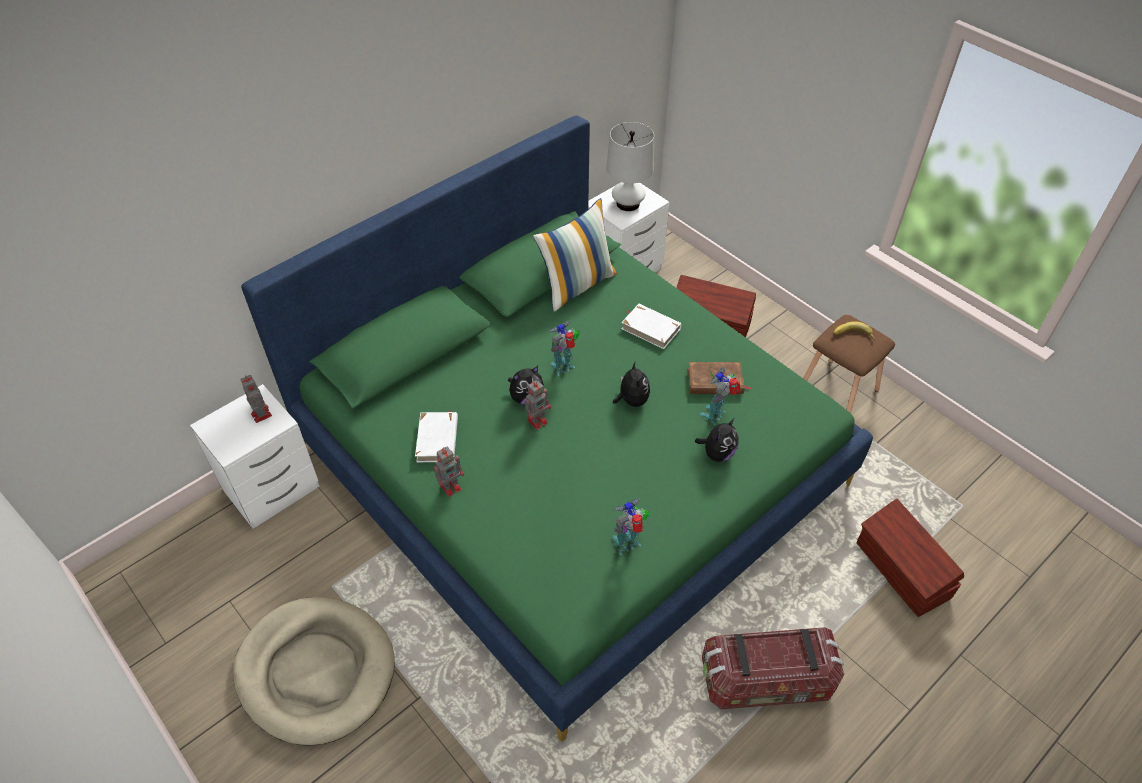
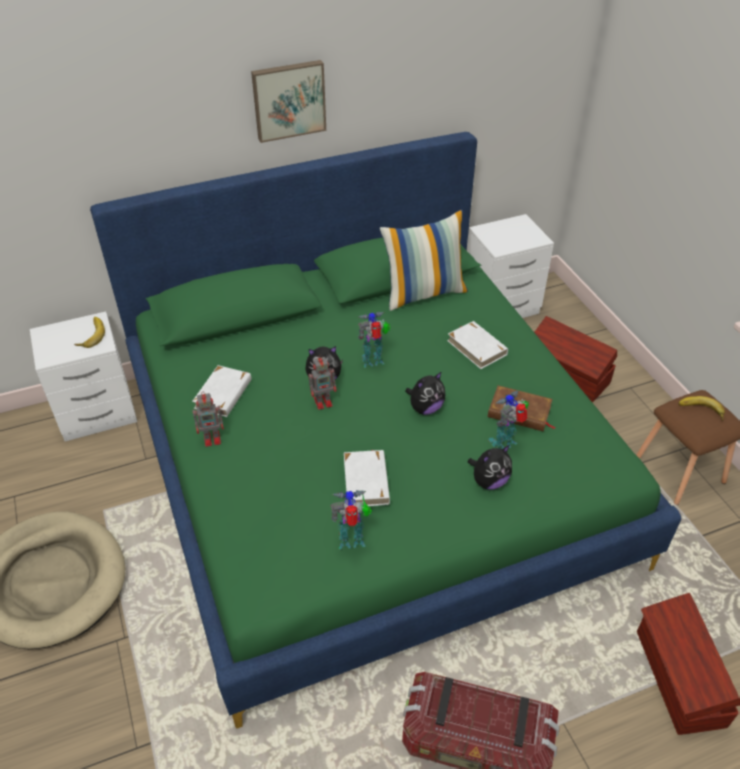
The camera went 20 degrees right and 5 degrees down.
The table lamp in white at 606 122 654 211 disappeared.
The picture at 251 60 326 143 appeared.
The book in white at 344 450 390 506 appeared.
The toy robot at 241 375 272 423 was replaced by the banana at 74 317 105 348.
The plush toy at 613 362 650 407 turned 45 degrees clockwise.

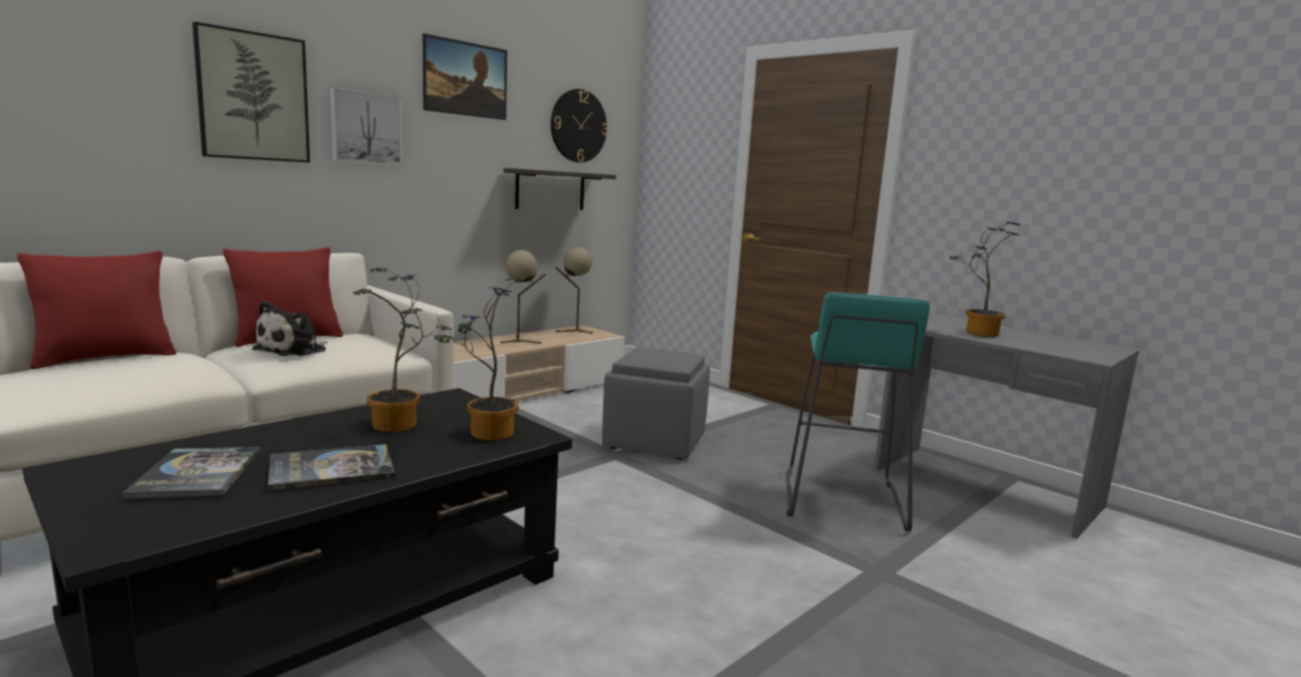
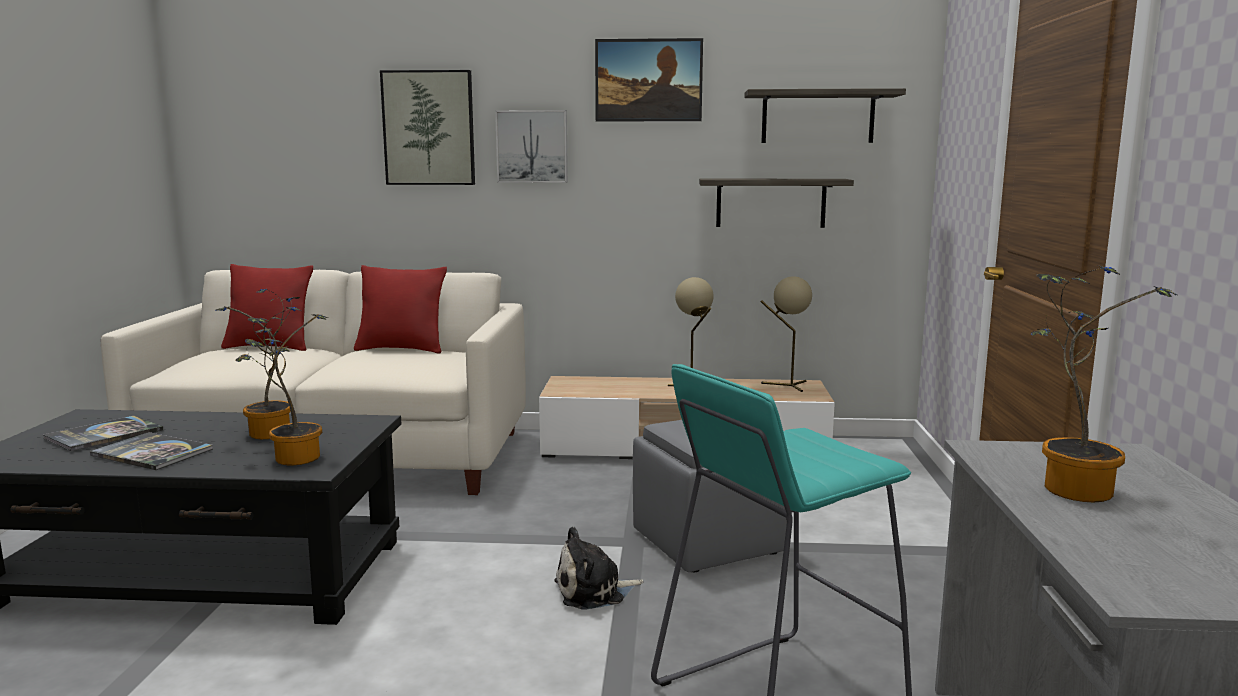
The camera went 50 degrees right and 0 degrees up.
The plush toy moved from 252 301 328 357 to 554 527 644 610.
The wall clock at 551 89 608 162 was replaced by the shelf at 744 88 906 143.

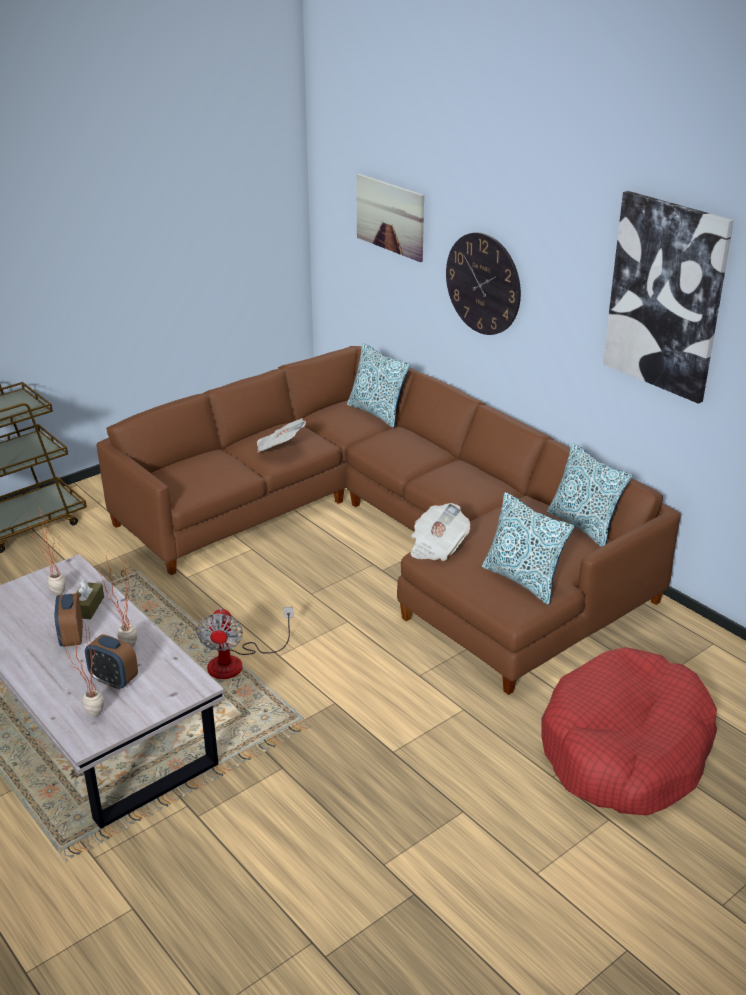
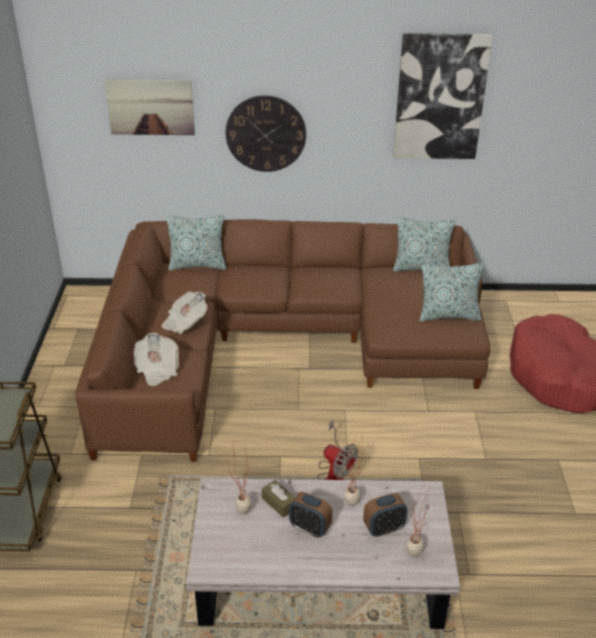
The camera went 50 degrees left and 5 degrees up.
The newspaper moved from 410 503 470 561 to 134 333 179 386.

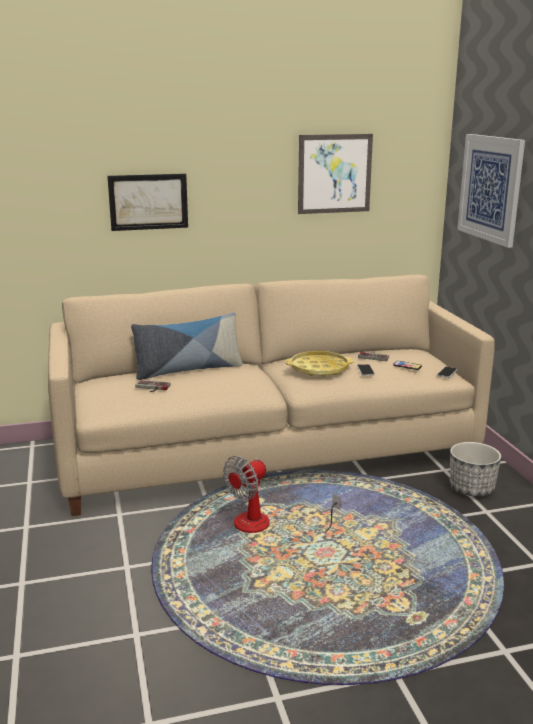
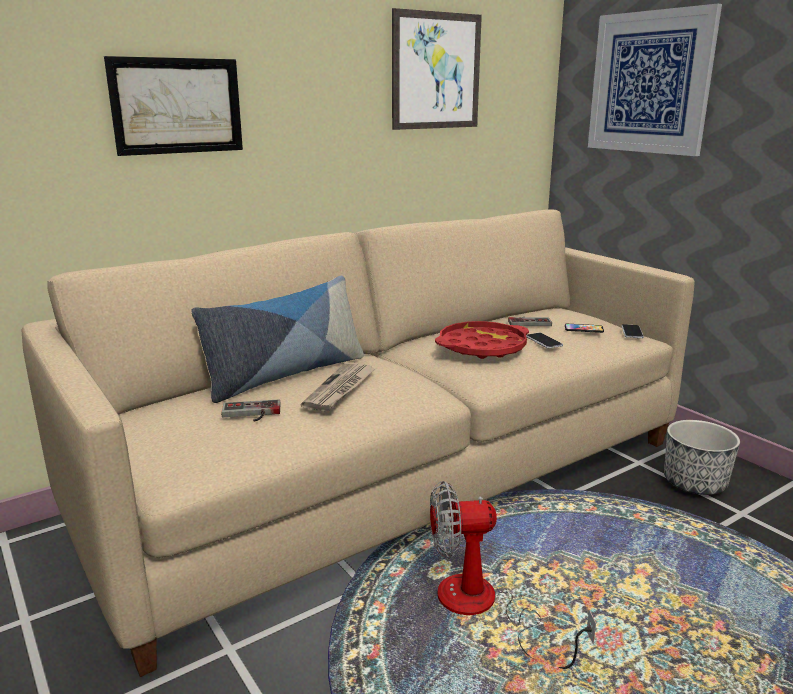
The camera went 20 degrees left and 0 degrees up.
The newspaper at 301 363 375 412 appeared.
The tray in yellow at 285 351 354 377 became the tray in red at 435 321 529 359.
The fan at 223 456 341 534 turned 60 degrees clockwise.

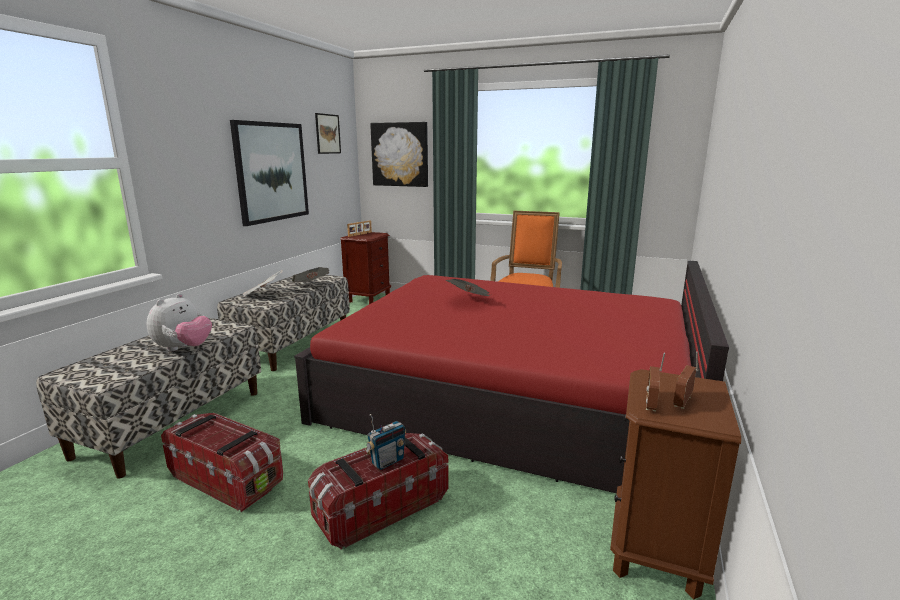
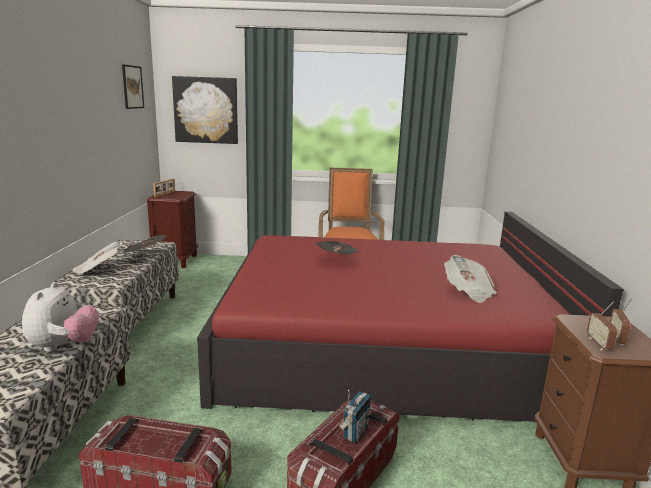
The camera went 20 degrees left and 0 degrees up.
The picture at 230 120 309 226 disappeared.
The newspaper at 444 255 497 303 appeared.

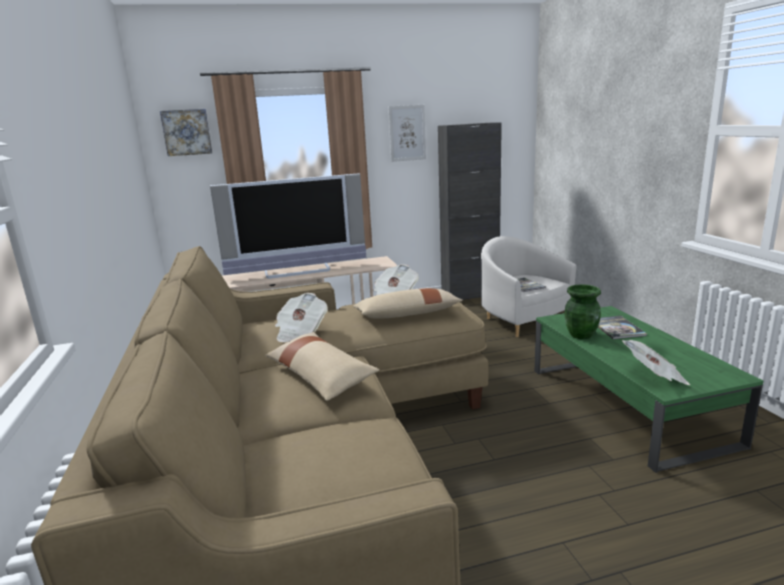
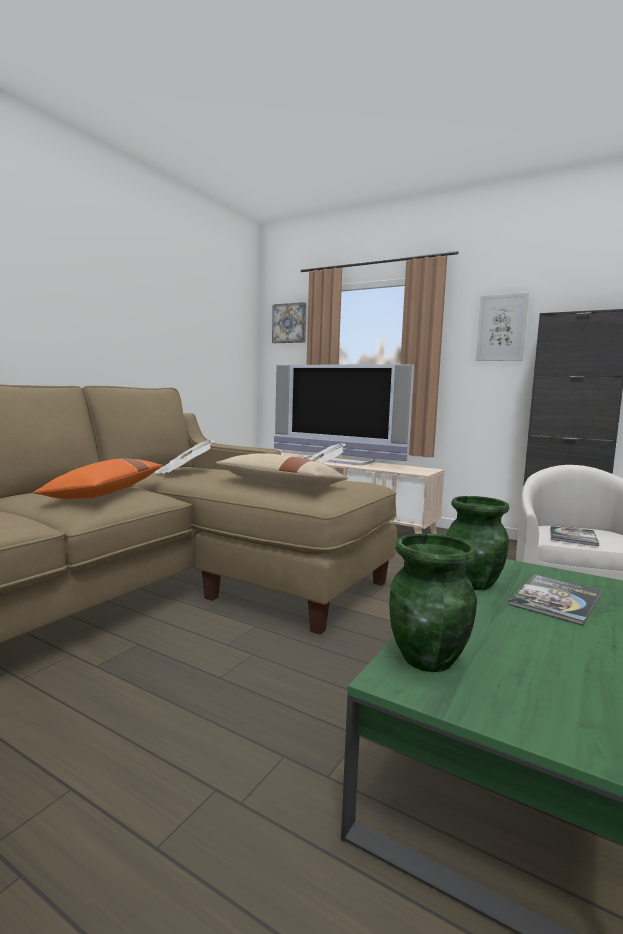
The camera went 45 degrees right and 10 degrees down.
The newspaper at 622 340 691 385 was replaced by the vase in green at 389 533 477 672.
The pillow in beige at 265 332 379 401 became the pillow in orange at 33 459 163 499.

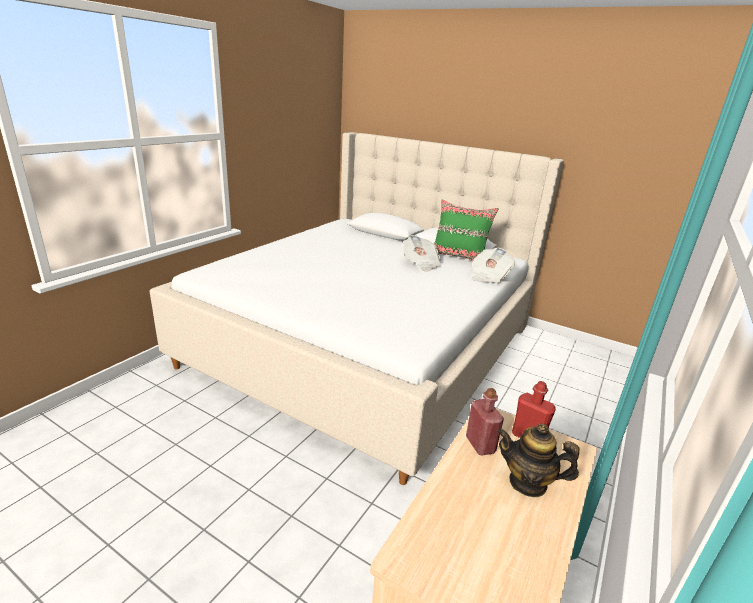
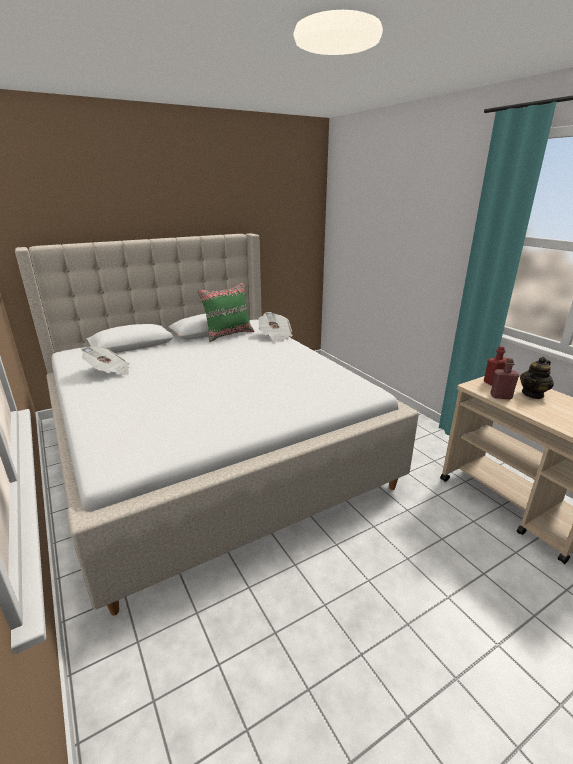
The camera went 60 degrees left and 0 degrees up.
The newspaper moved from 403 235 442 272 to 81 347 130 375.

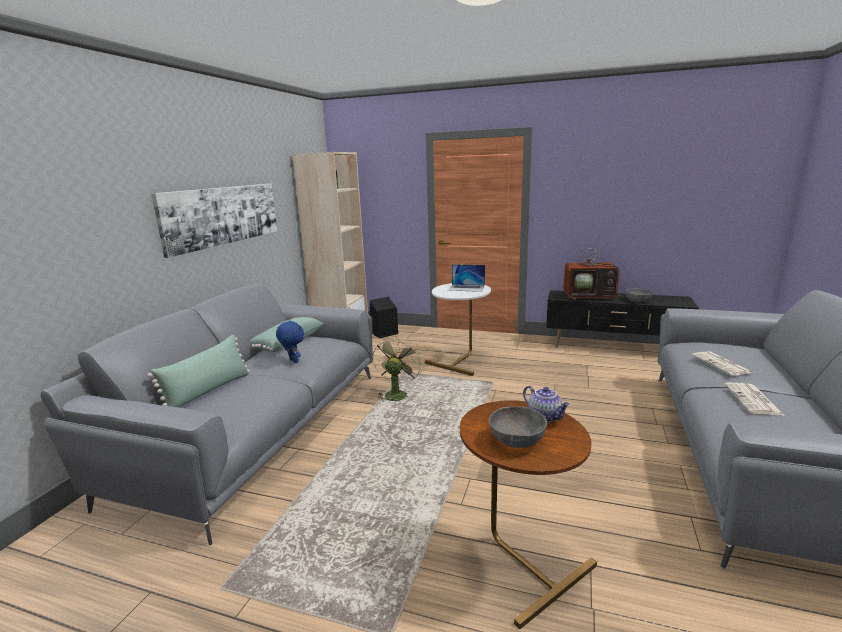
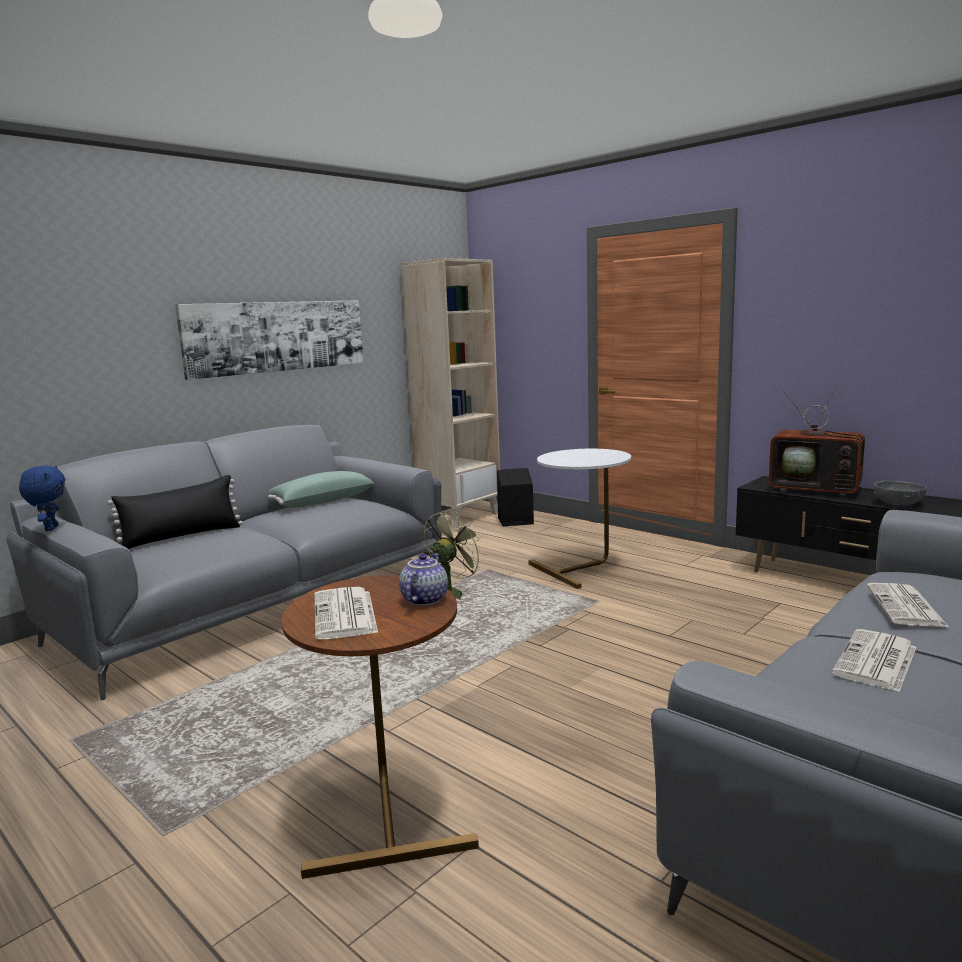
The camera went 25 degrees right and 5 degrees down.
The laptop at 448 264 485 292 disappeared.
The plush toy in blue moved from 276 321 304 363 to 19 466 66 531.
The bowl in grey at 489 407 547 448 was replaced by the newspaper at 314 587 378 639.
The pillow in green at 147 335 250 408 became the pillow in black at 107 475 243 549.
The teapot at 523 386 570 422 turned 150 degrees counterclockwise.

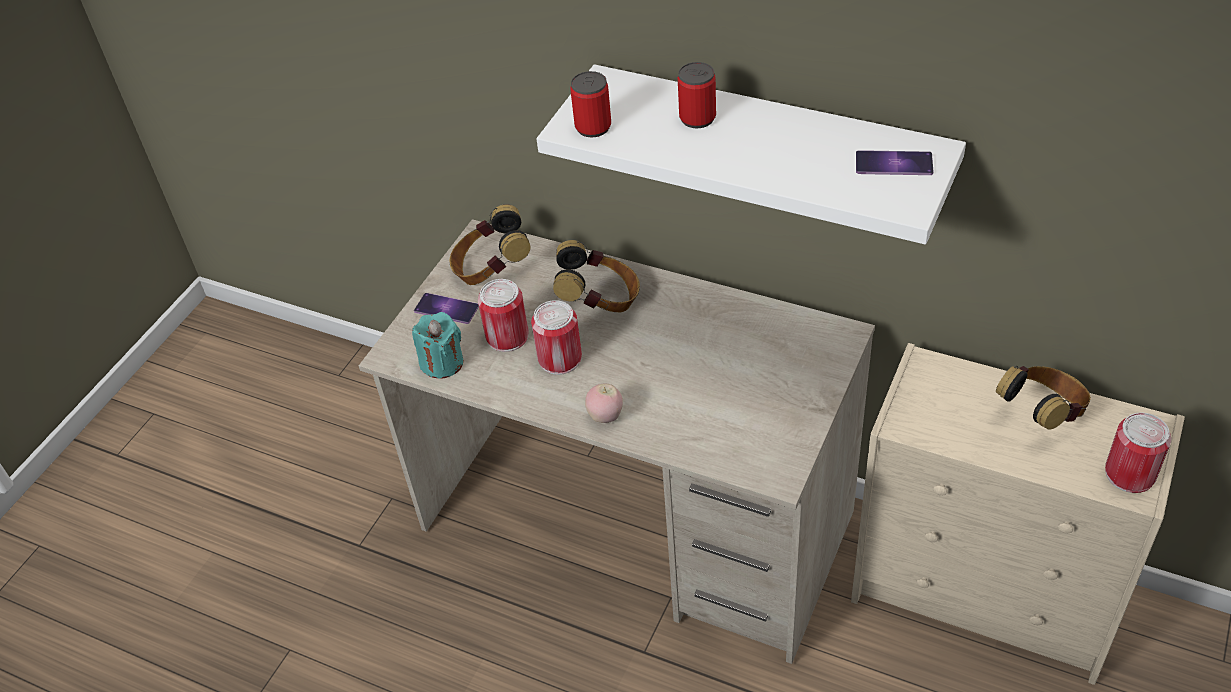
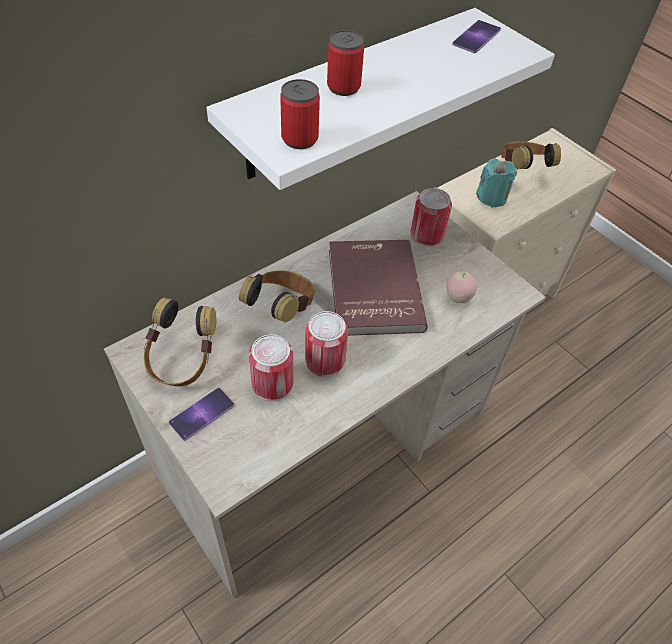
The camera went 70 degrees left and 5 degrees up.
The book in red at 329 240 428 336 appeared.
The candle in turquoise moved from 412 312 463 378 to 476 159 517 208.
The apple moved from 585 383 623 423 to 446 271 477 303.
The can moved from 1105 412 1171 493 to 411 188 452 247.

